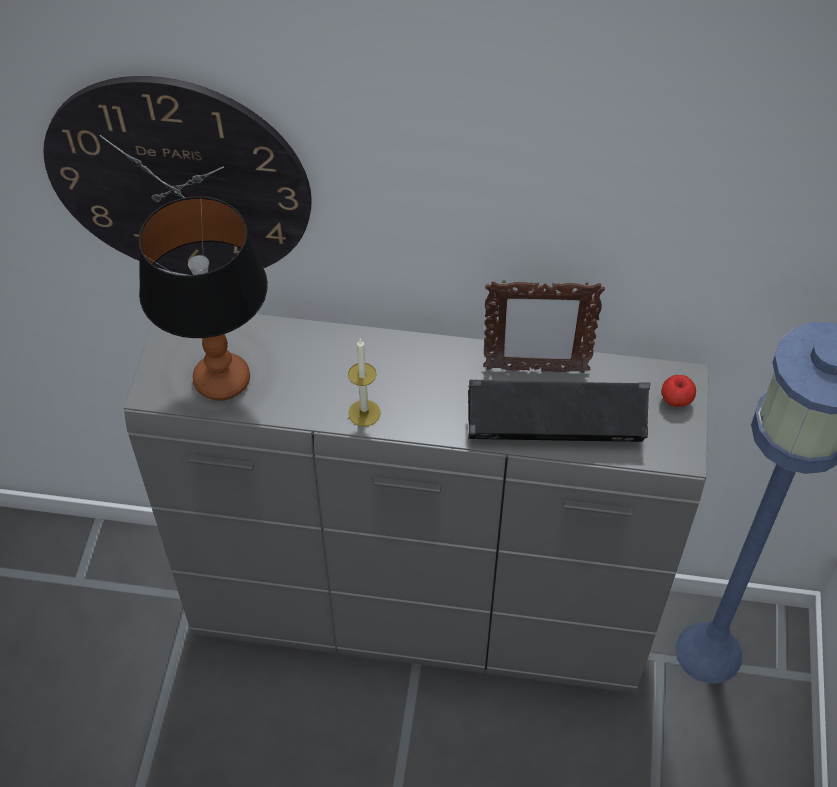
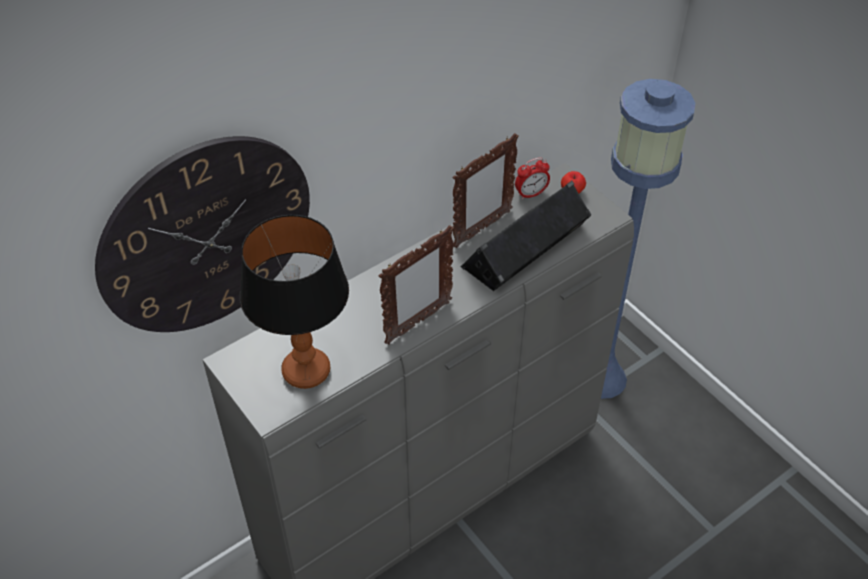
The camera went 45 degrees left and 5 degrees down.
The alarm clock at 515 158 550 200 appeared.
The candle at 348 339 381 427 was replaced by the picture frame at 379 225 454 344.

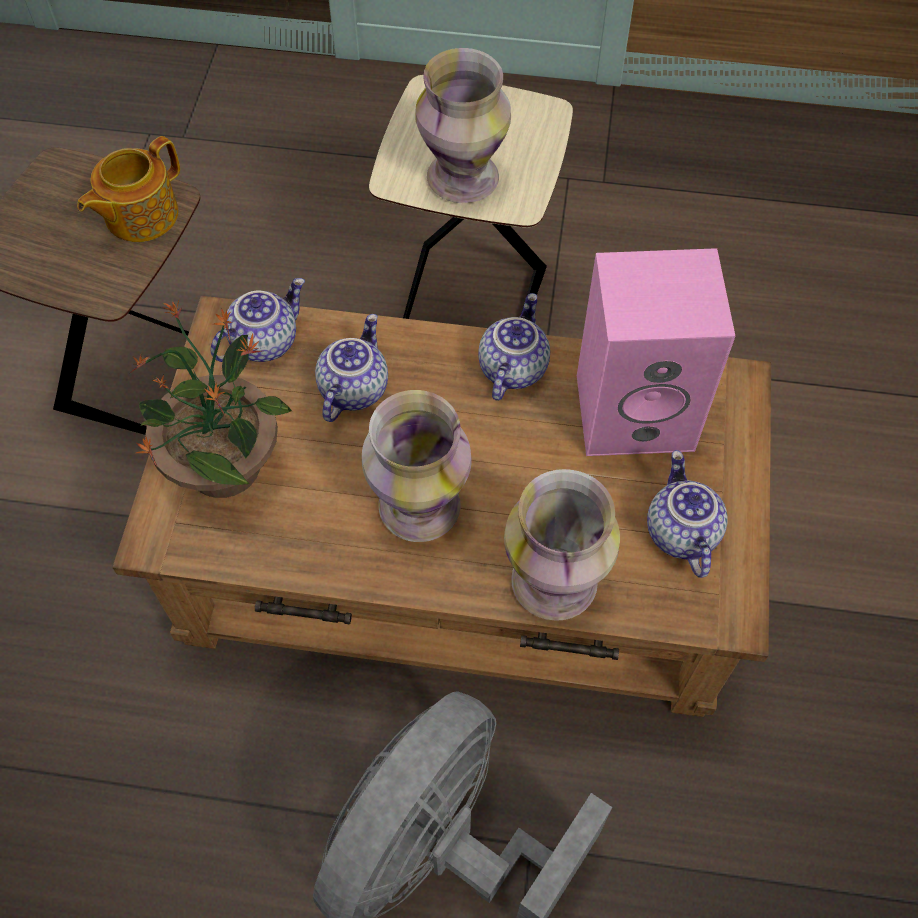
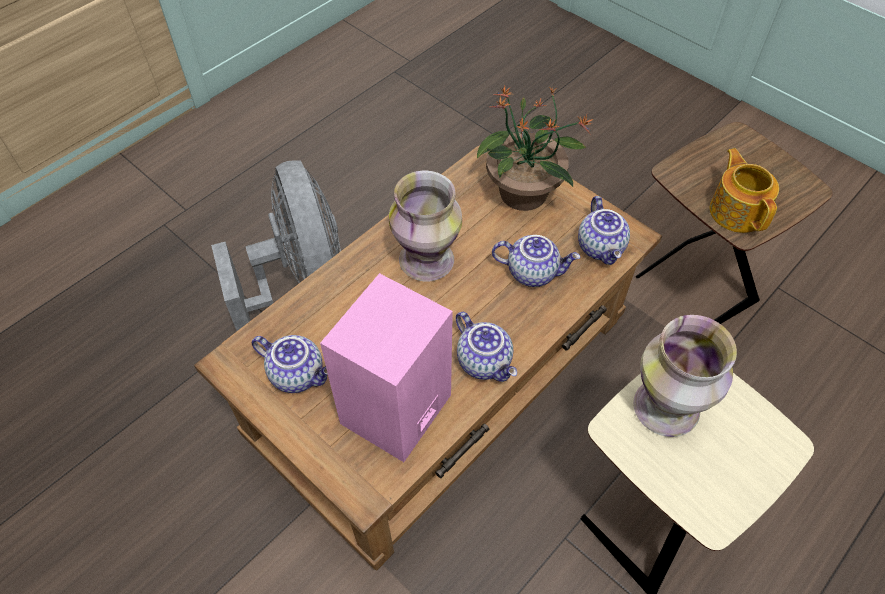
The camera went 125 degrees right and 5 degrees down.
The vase at 504 469 620 620 disappeared.
The teapot at 315 314 388 422 turned 45 degrees counterclockwise.

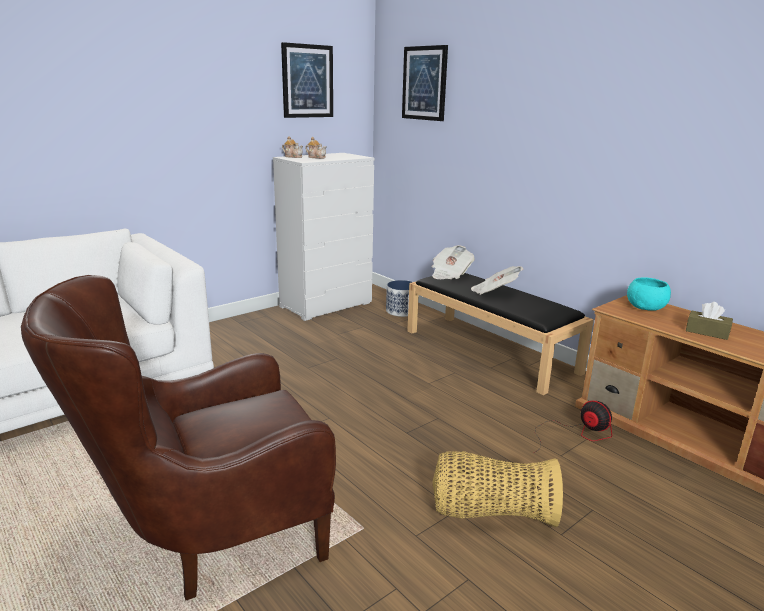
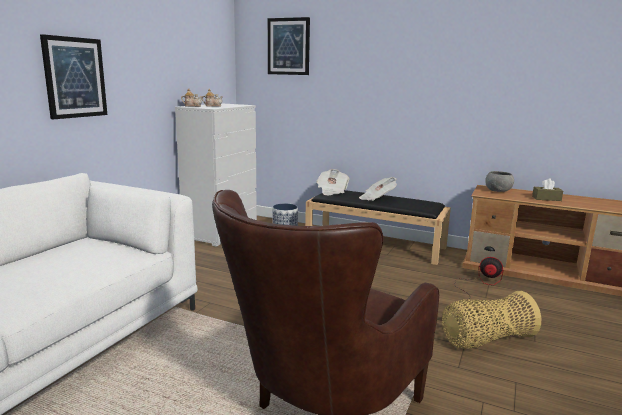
The camera went 25 degrees left and 5 degrees down.
The picture moved from 281 42 333 118 to 40 34 107 119.
The bowl in turquoise at 627 277 671 310 became the bowl in grey at 485 171 514 192.

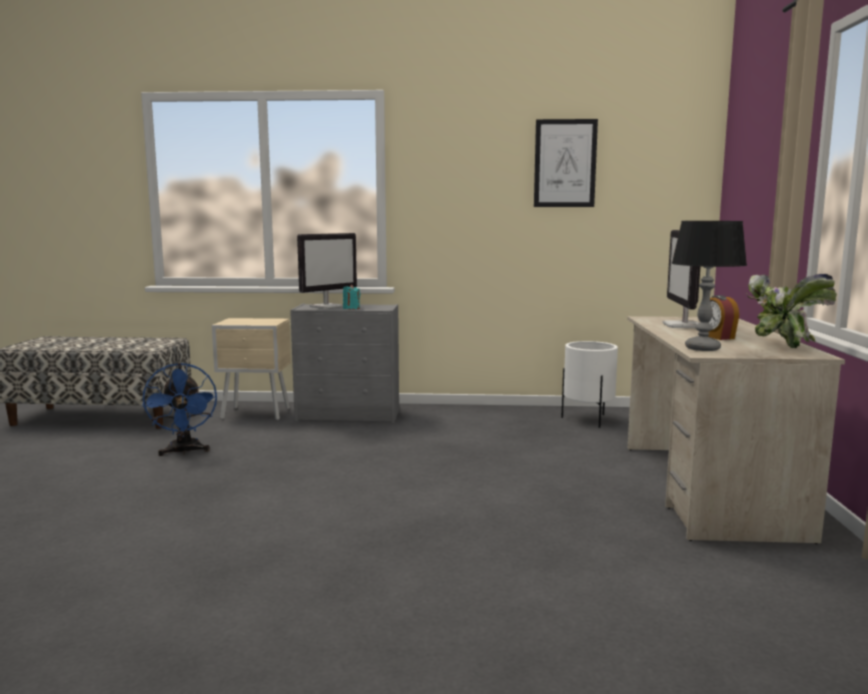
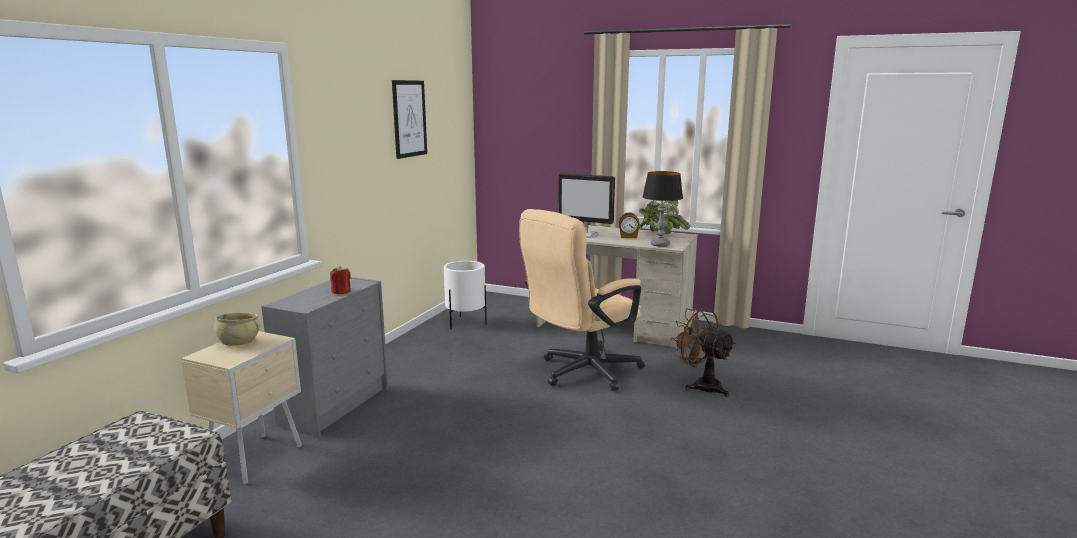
The camera went 70 degrees left and 5 degrees up.
The fan in blue at 142 363 217 456 disappeared.
The monitor at 297 233 357 309 disappeared.
The bowl in beige at 214 312 260 346 appeared.
The office chair in beige at 519 209 645 391 appeared.
The fan in brown at 671 306 736 397 appeared.
The candle in turquoise at 343 284 360 309 became the candle in red at 330 266 351 294.

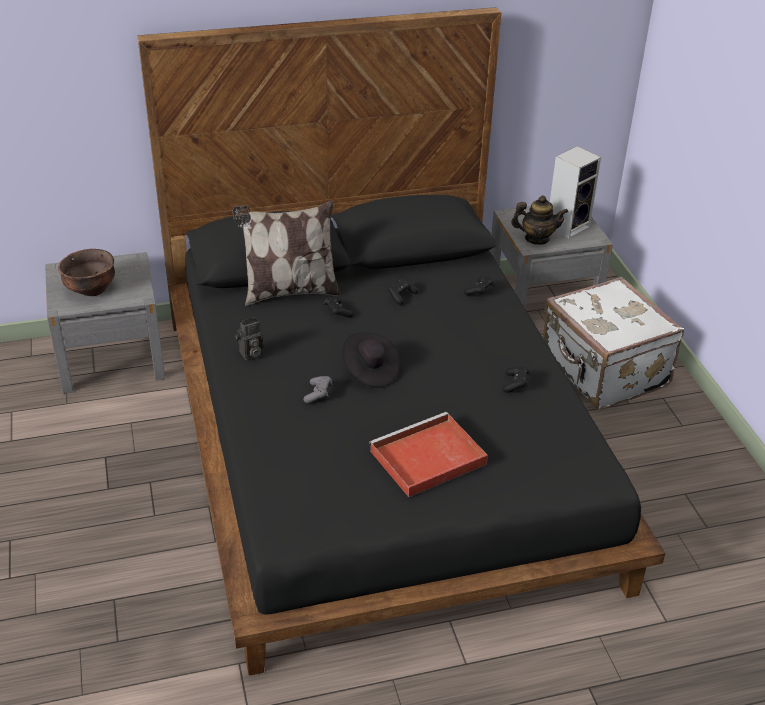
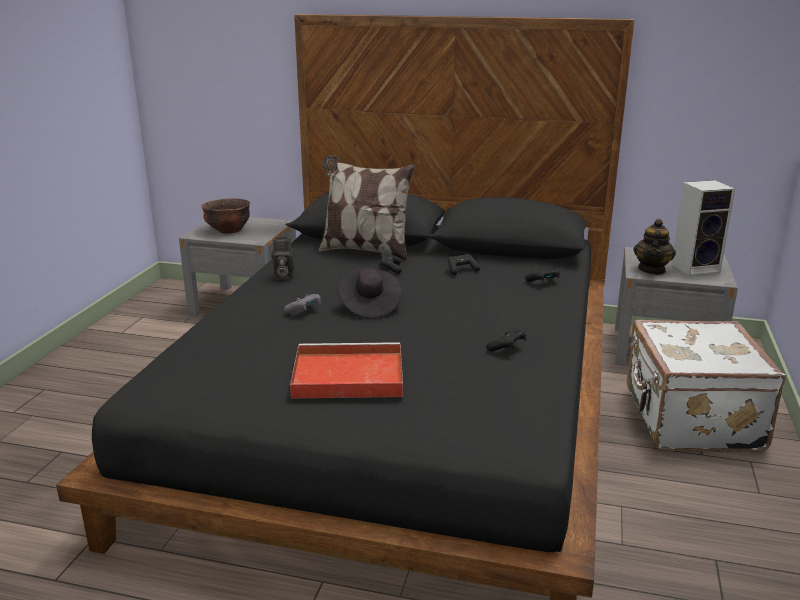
The camera went 30 degrees right and 15 degrees down.
The teapot at 511 195 568 245 turned 75 degrees clockwise.

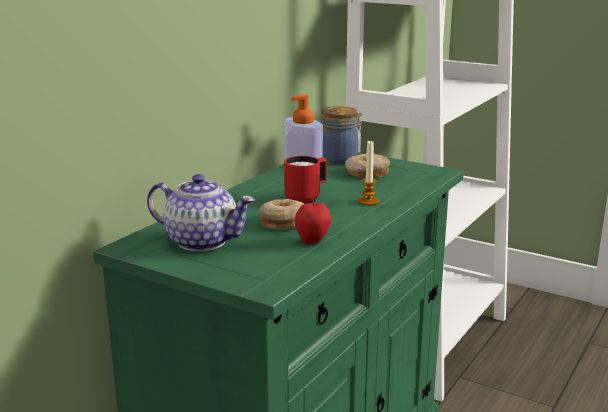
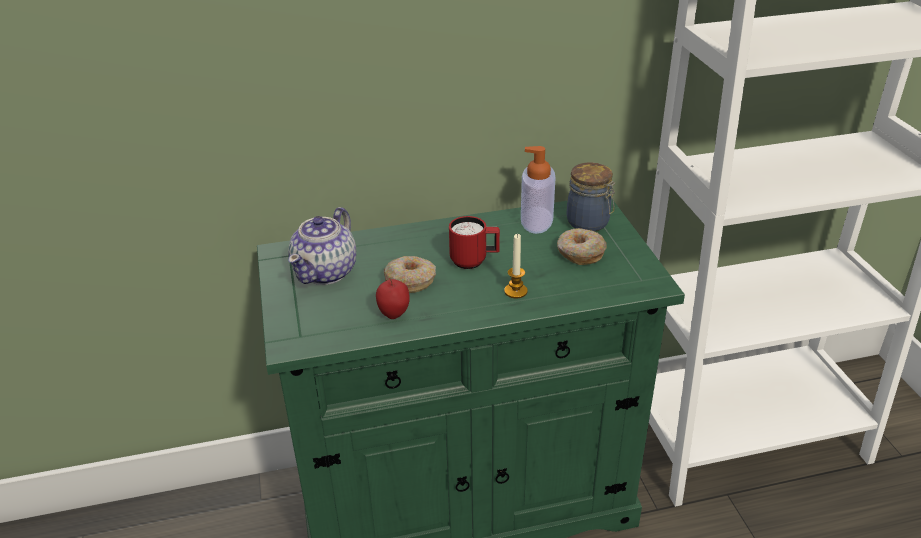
The camera went 45 degrees right and 15 degrees up.
The teapot at 147 174 255 252 turned 45 degrees clockwise.

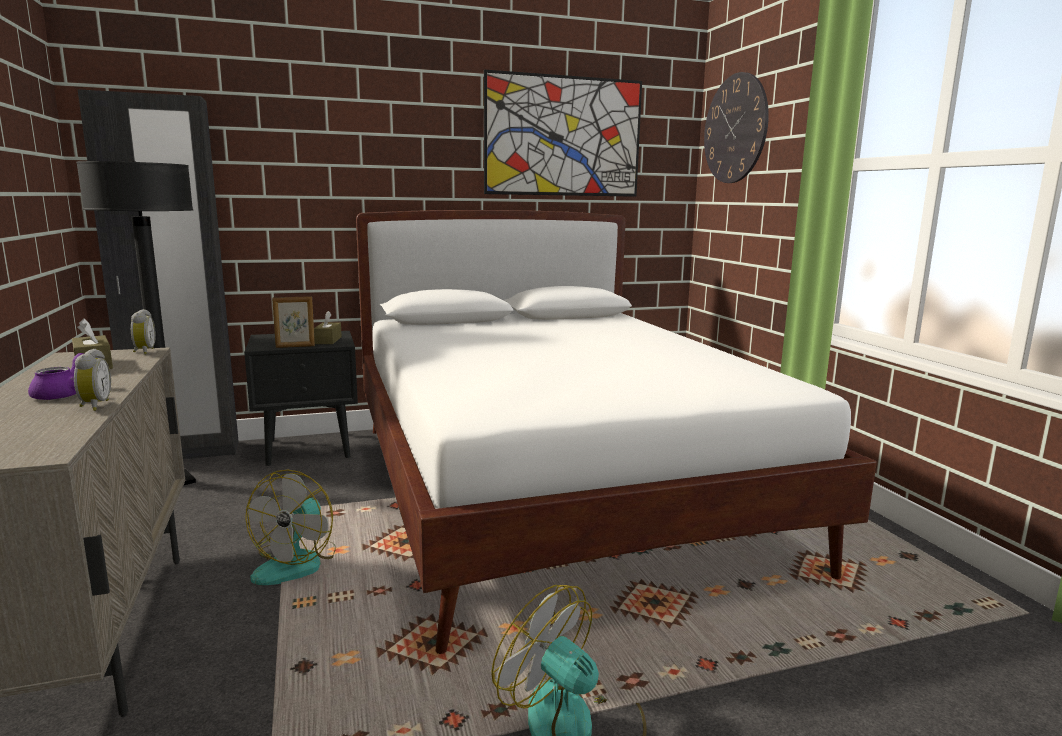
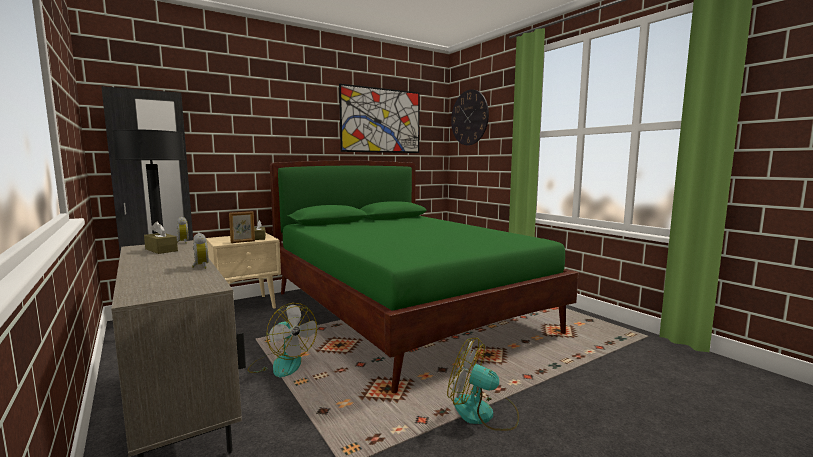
The camera went 15 degrees left and 5 degrees down.
The teapot in purple at 28 353 84 400 disappeared.
The nightstand in black at 244 331 358 466 became the nightstand in beige at 206 233 281 308.
The bed in white at 356 210 877 654 became the bed in green at 270 161 579 393.
The fan at 245 470 336 585 turned 45 degrees counterclockwise.

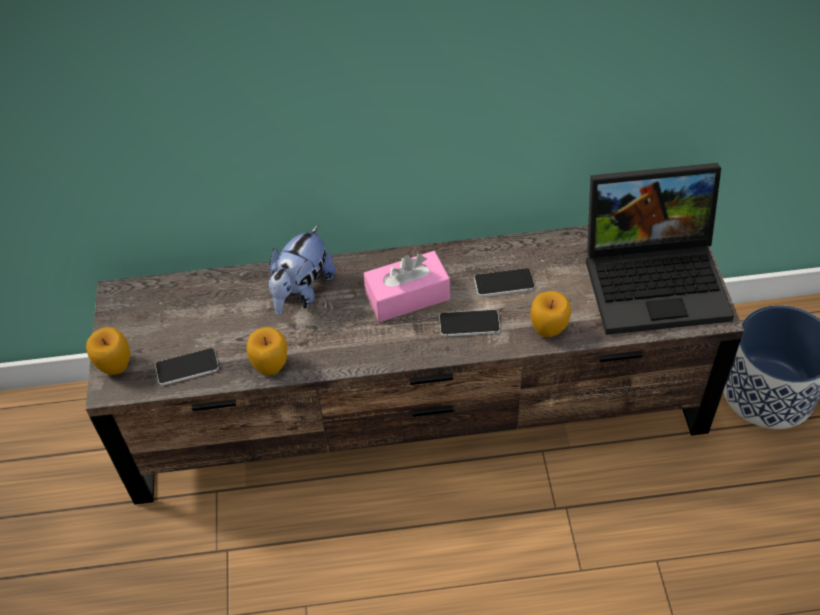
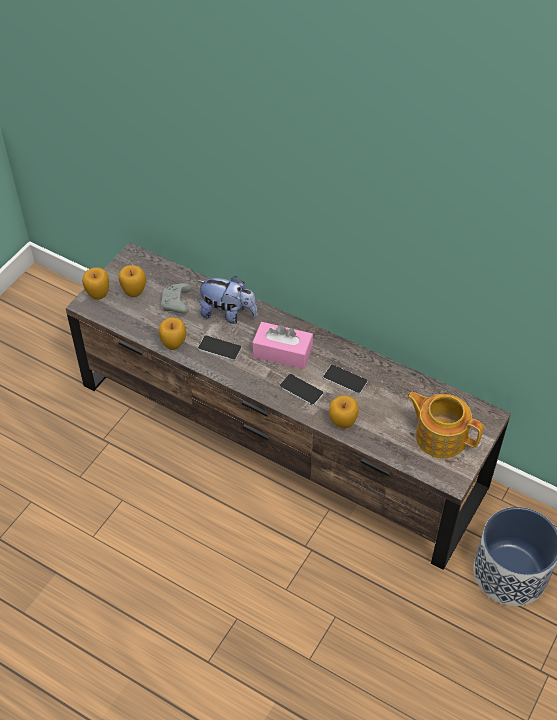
The camera went 35 degrees right and 0 degrees up.
The apple at 119 265 146 297 appeared.
The game controller in grey at 161 283 191 314 appeared.
The phone moved from 155 348 219 386 to 198 336 242 361.
The laptop at 586 163 734 335 was replaced by the teapot at 406 392 483 458.
The plush toy at 269 225 336 316 turned 135 degrees counterclockwise.

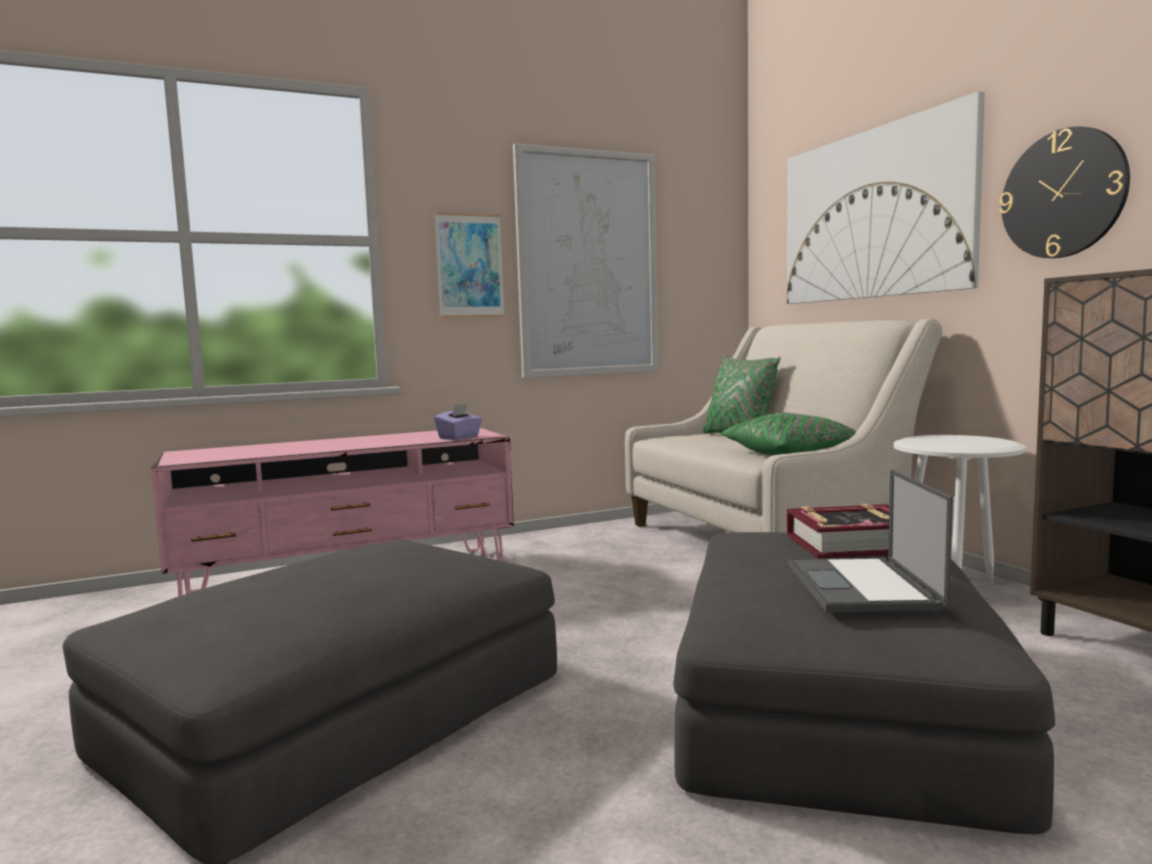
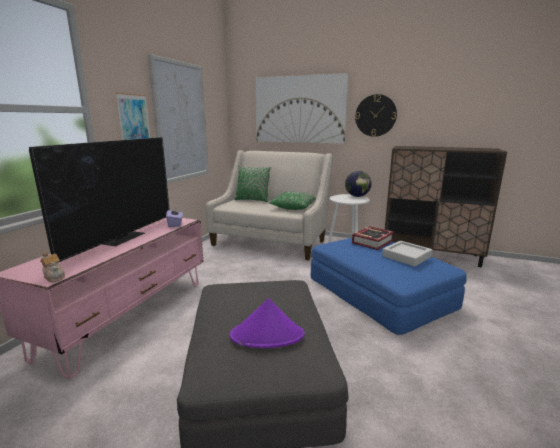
The camera went 45 degrees left and 10 degrees up.
The television at 29 137 170 262 appeared.
The teapot at 40 252 65 282 appeared.
The hat in purple at 230 298 305 348 appeared.
The globe at 345 171 372 197 appeared.
The laptop at 789 469 953 612 was replaced by the tray in grey at 382 241 432 267.
The ottoman in grey at 673 532 1055 835 became the ottoman in blue at 311 238 466 335.

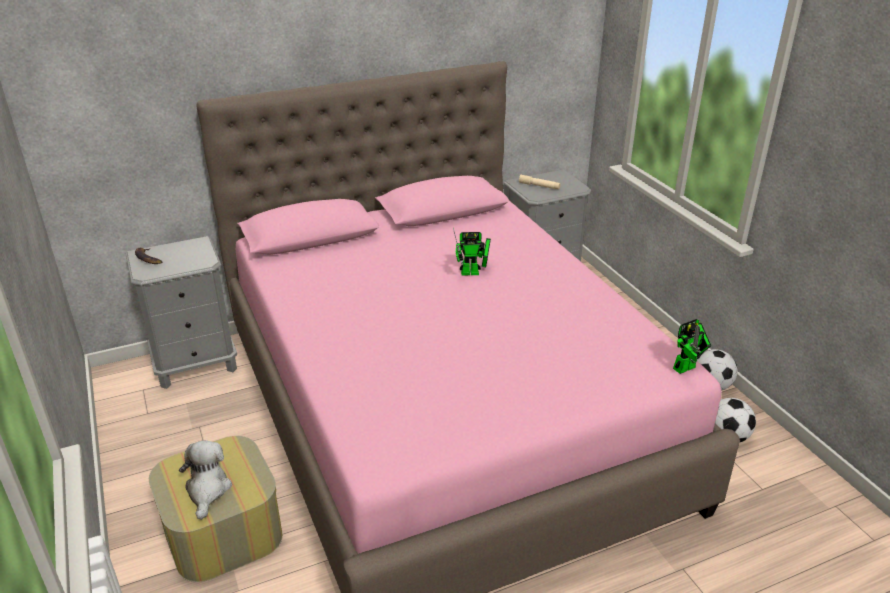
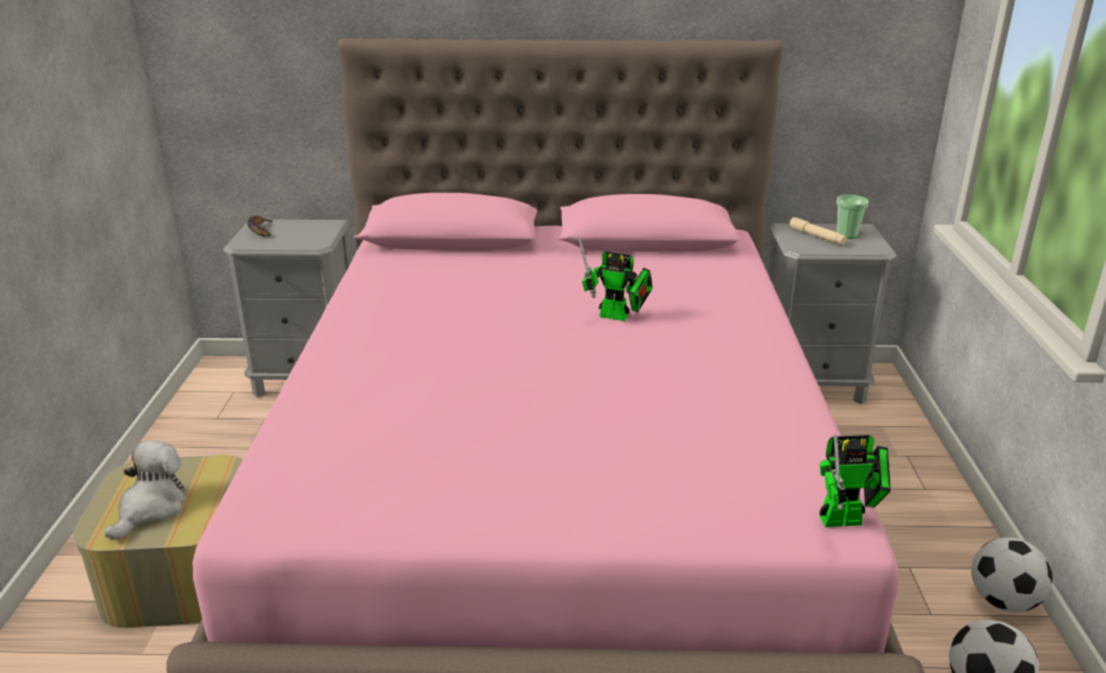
The camera went 25 degrees right and 5 degrees down.
The cup at 837 195 868 239 appeared.

